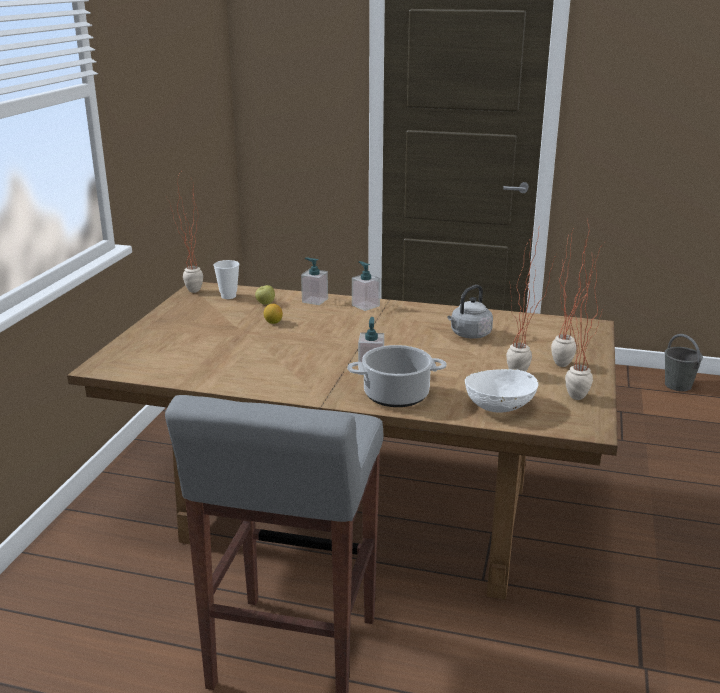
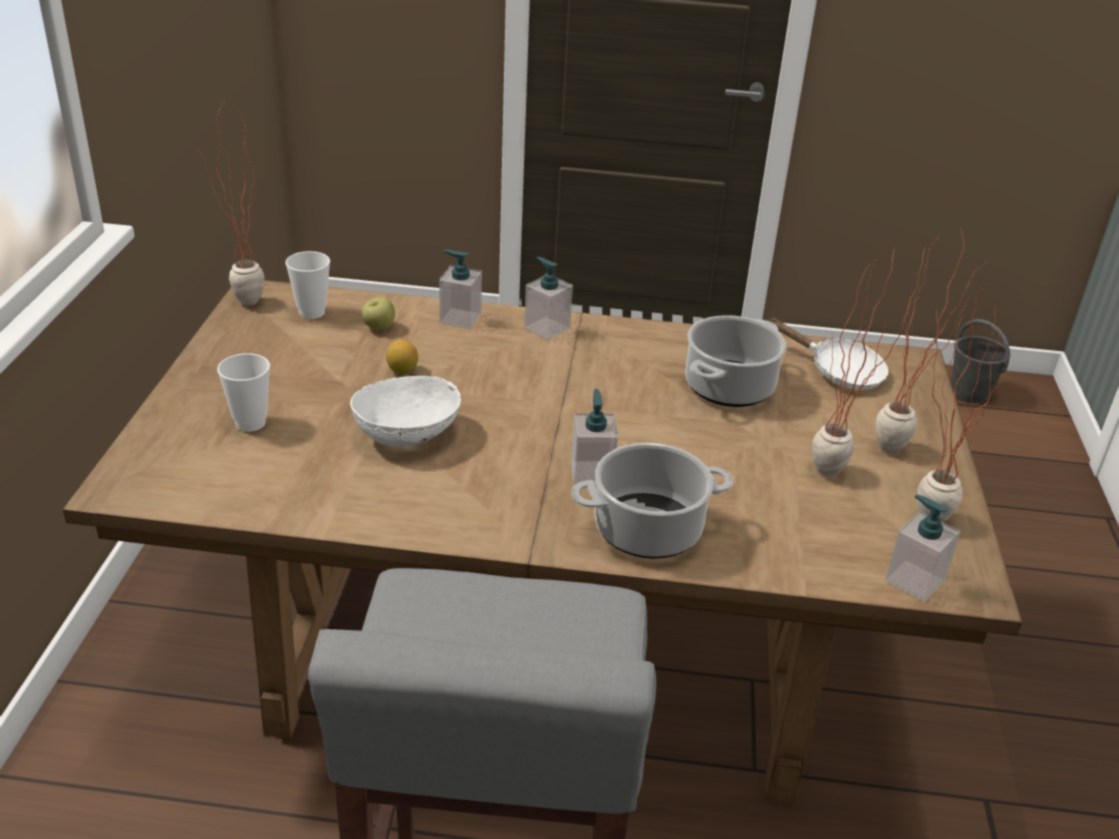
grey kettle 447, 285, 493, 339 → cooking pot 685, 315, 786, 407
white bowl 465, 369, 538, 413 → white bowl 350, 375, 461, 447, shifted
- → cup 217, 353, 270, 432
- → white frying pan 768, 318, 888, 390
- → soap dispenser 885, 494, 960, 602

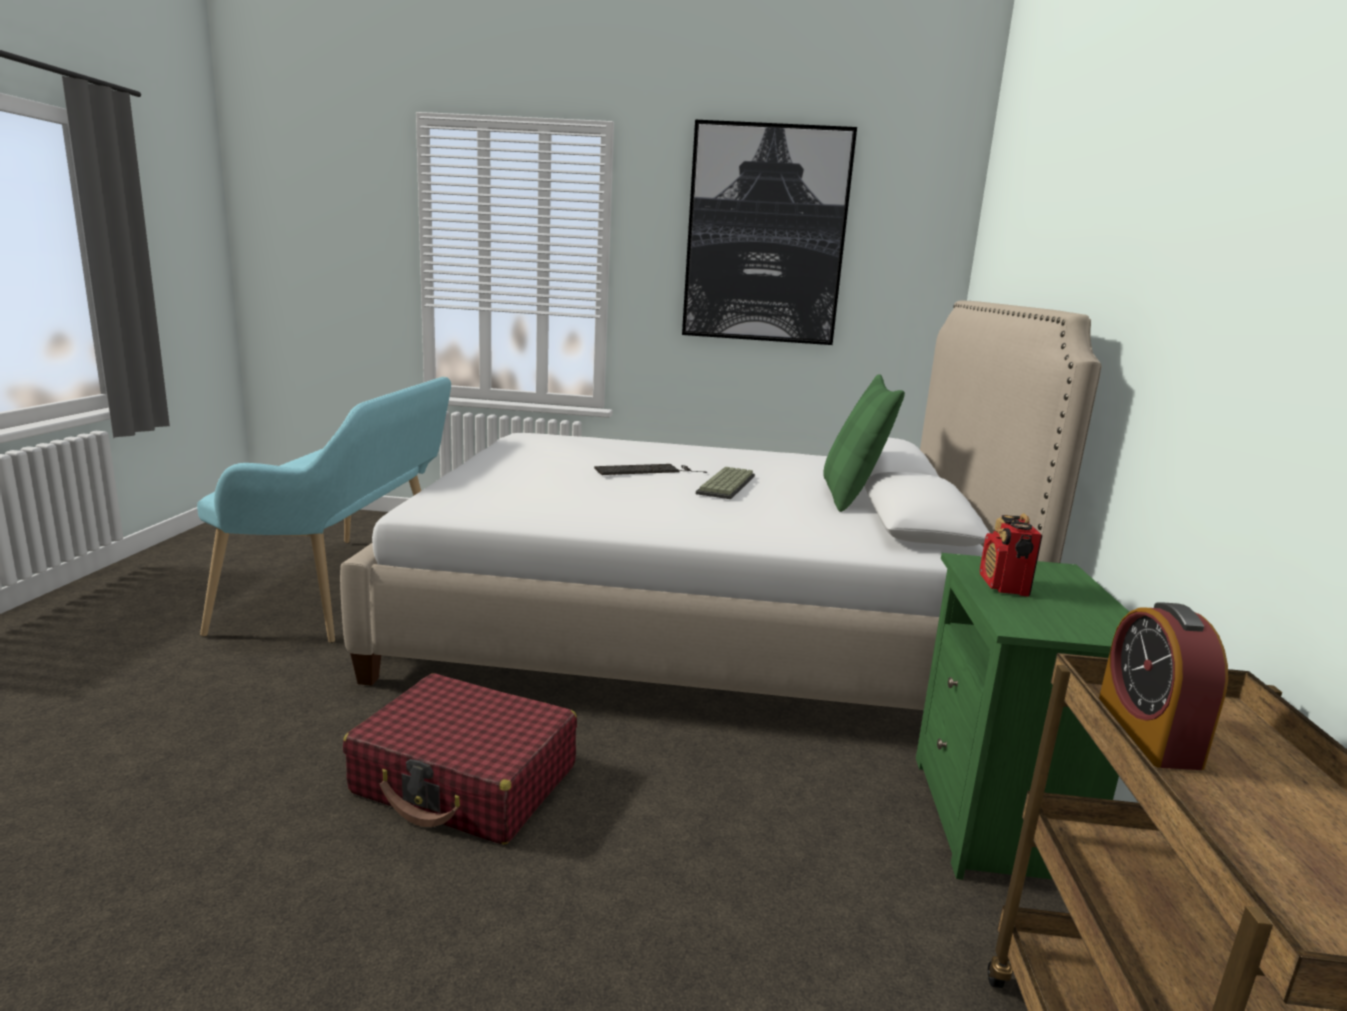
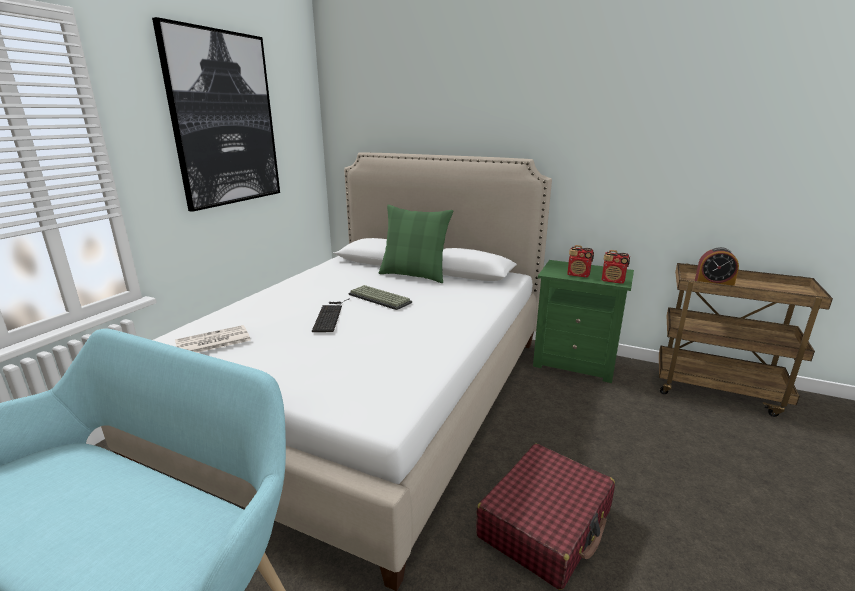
- → newspaper 175, 325, 251, 353
- → radio 601, 250, 630, 284

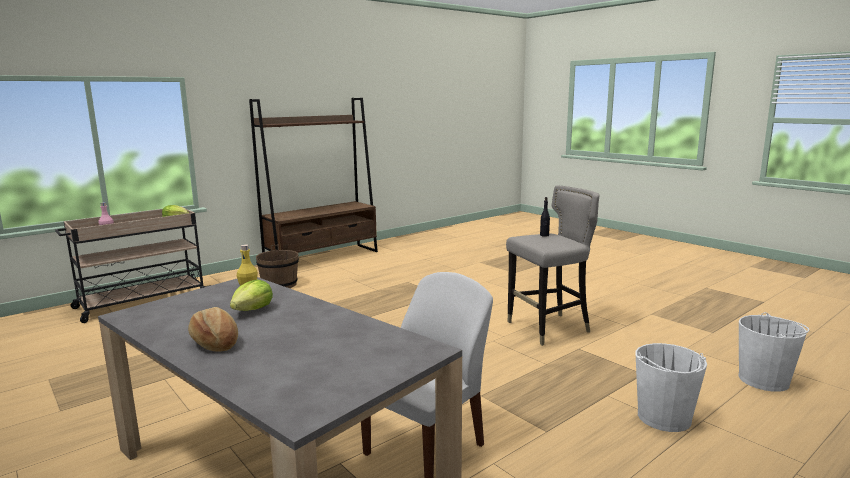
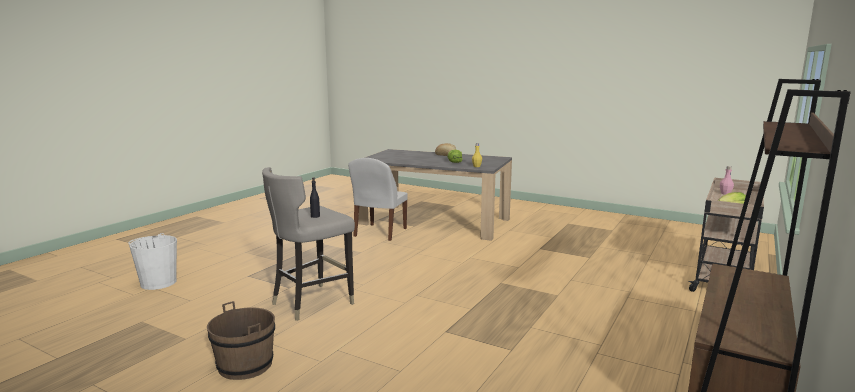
brown bucket 256, 245, 299, 288 → brown bucket 207, 301, 275, 380, shifted
white bucket 636, 343, 707, 432 → -

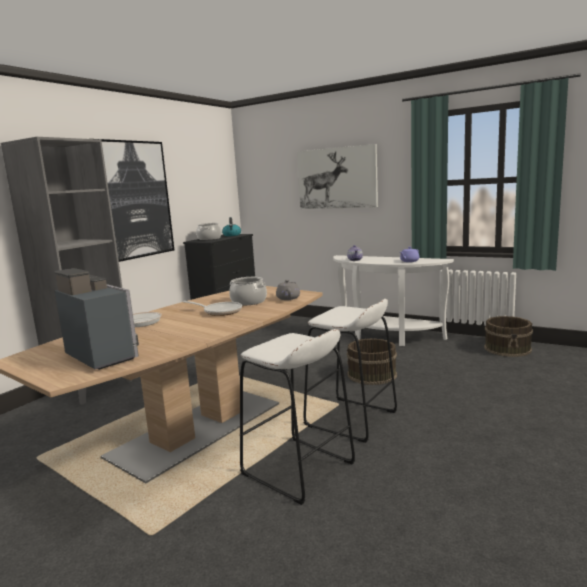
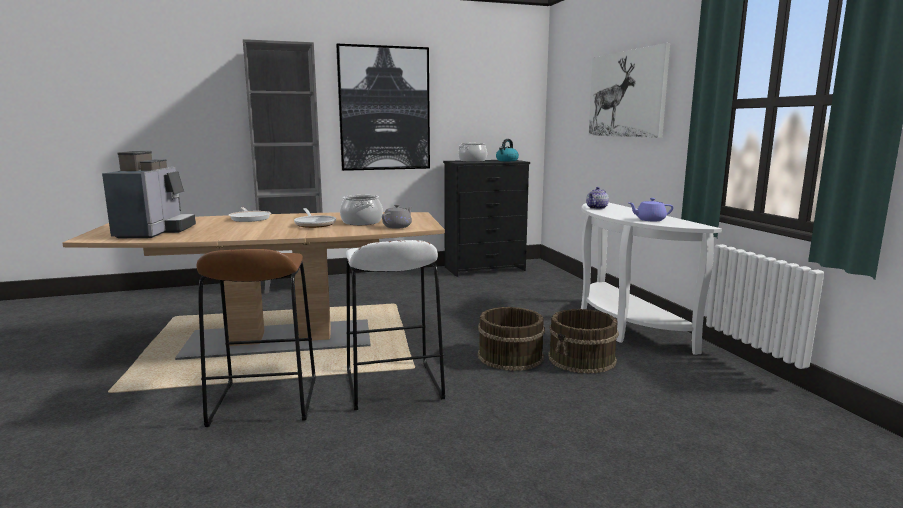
white stool 240, 329, 355, 505 → brown stool 196, 249, 316, 427
brown bucket 484, 316, 533, 357 → brown bucket 548, 309, 619, 374, shifted

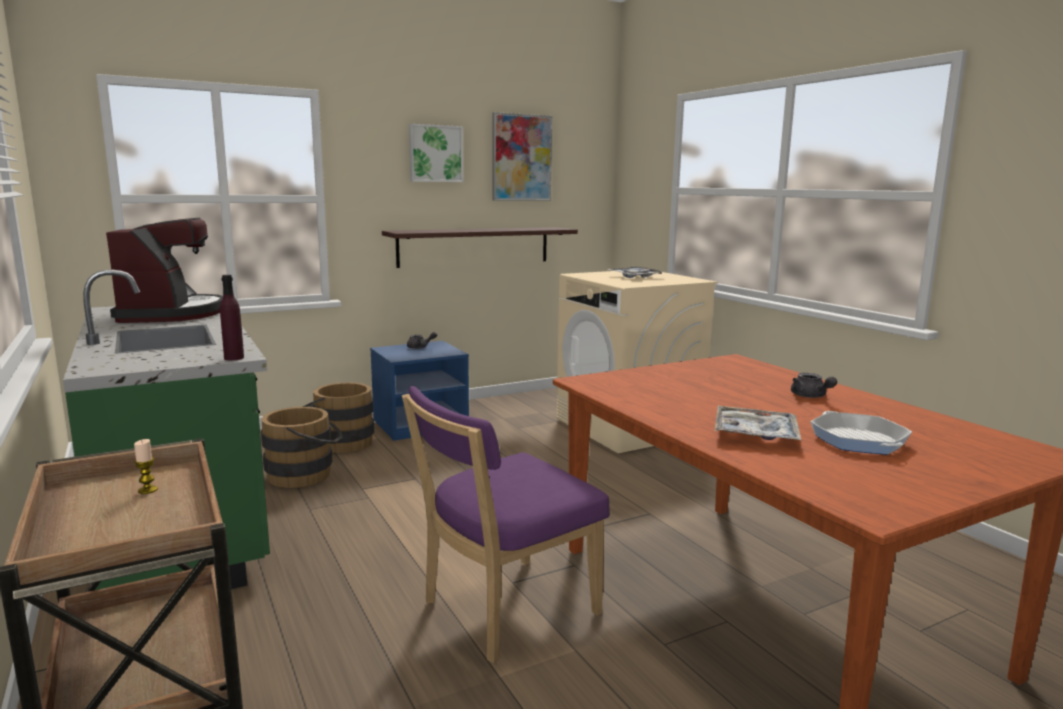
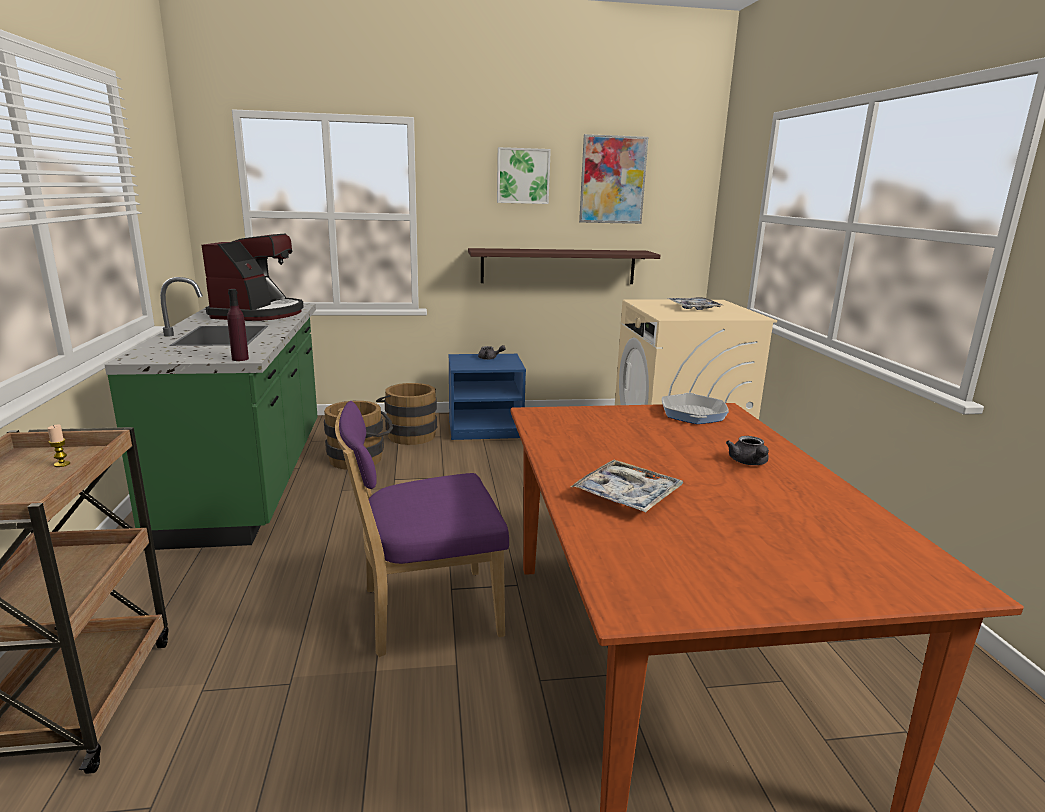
frying pan 810, 411, 912, 455 → frying pan 662, 393, 729, 424, shifted

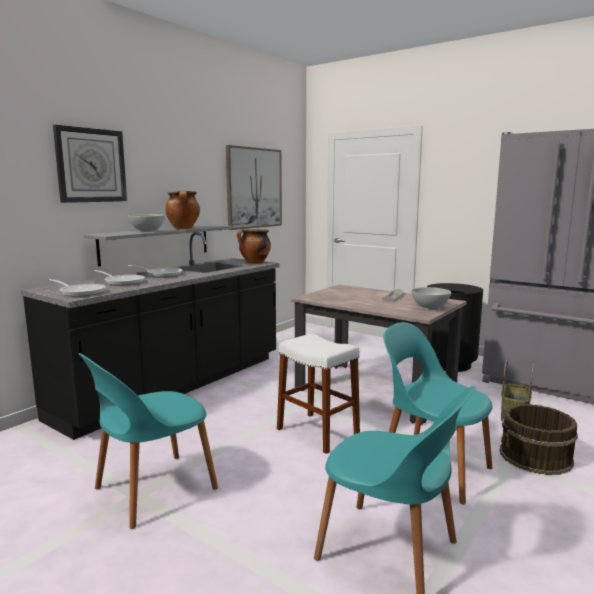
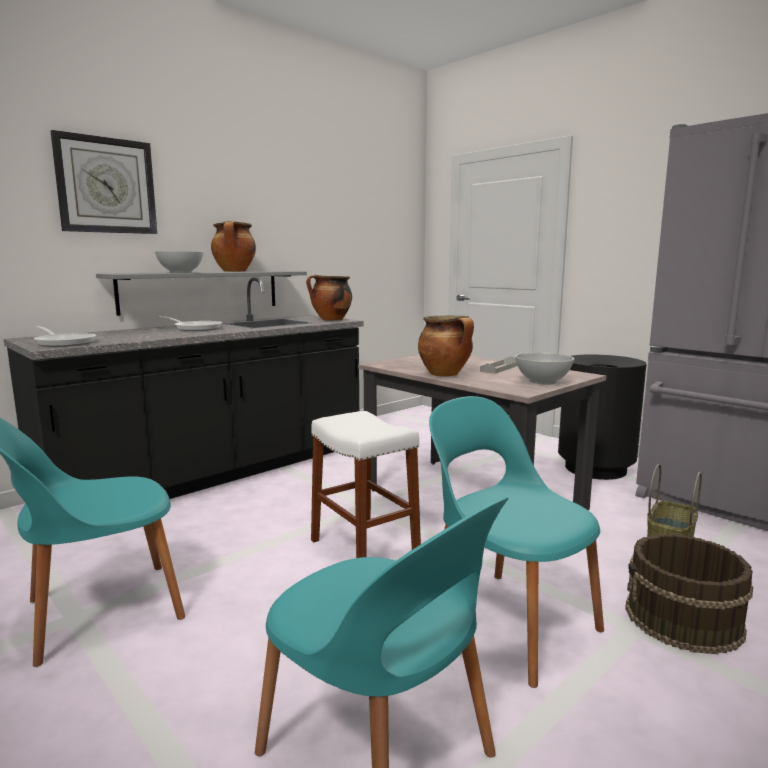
frying pan 95, 270, 145, 286 → -
picture 226, 145, 282, 230 → -
- → cooking pot 418, 316, 474, 377

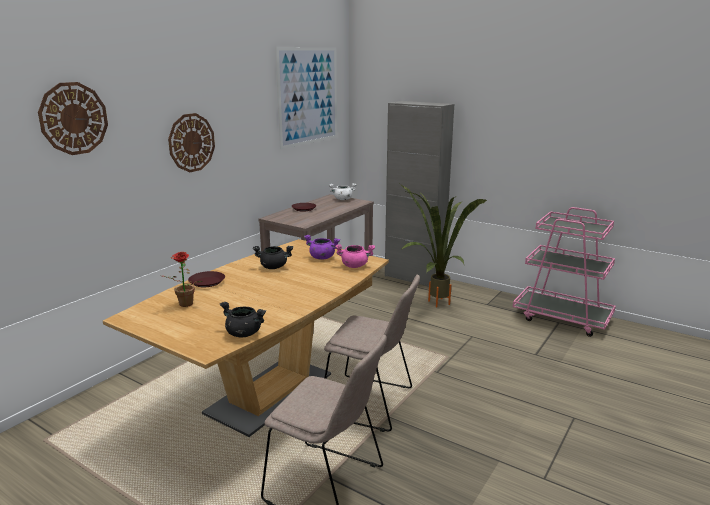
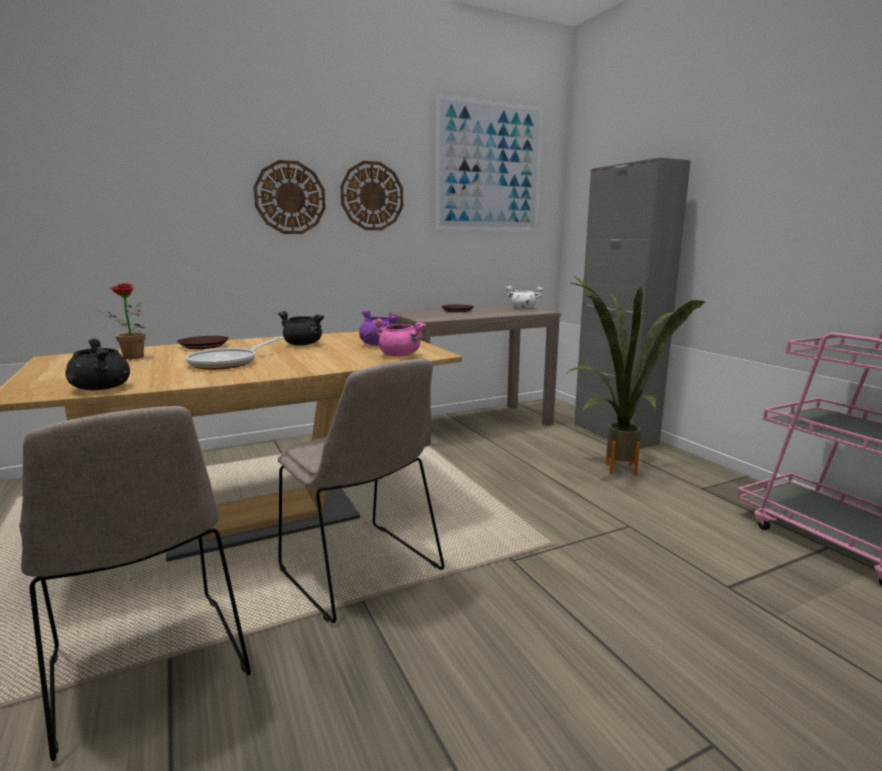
wall clock 38, 82, 108, 155 → wall clock 340, 161, 403, 230, shifted
- → frying pan 186, 337, 284, 370

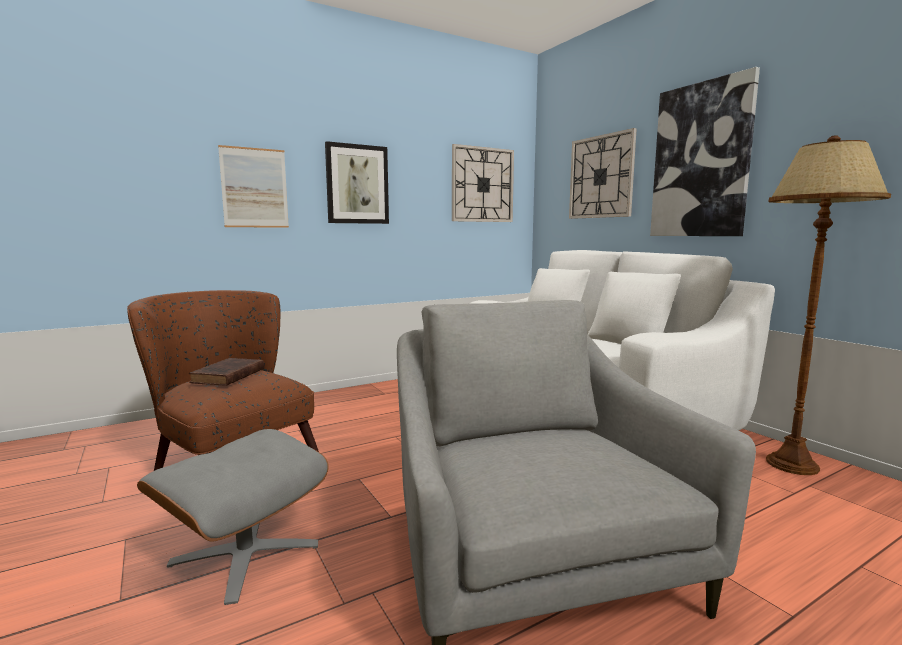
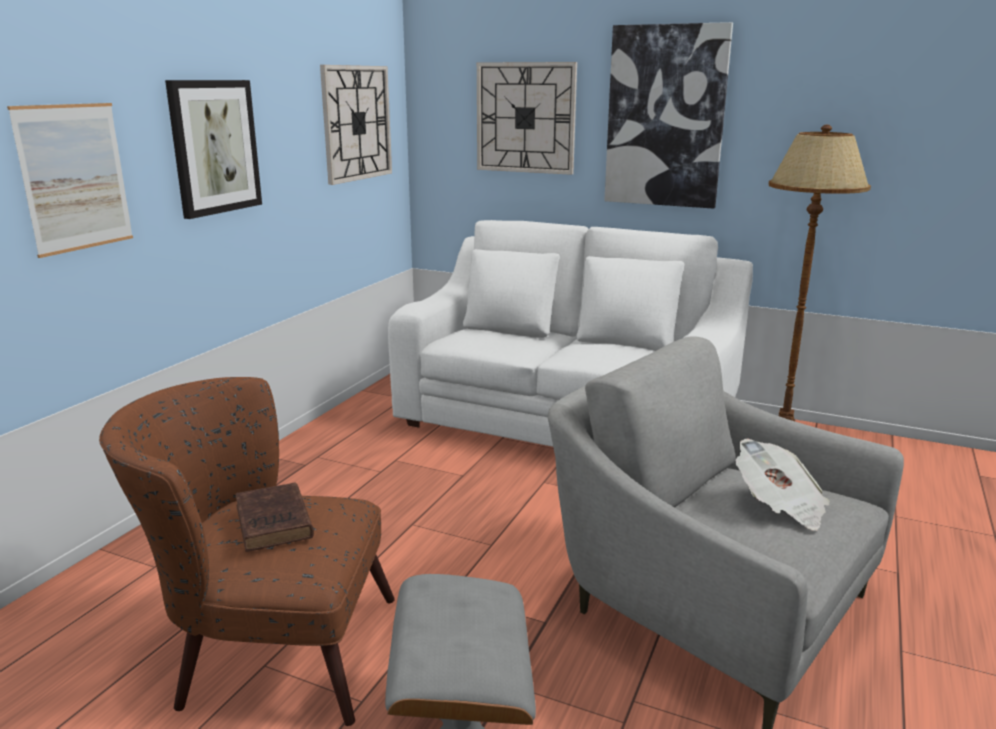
- → newspaper 735, 439, 830, 531

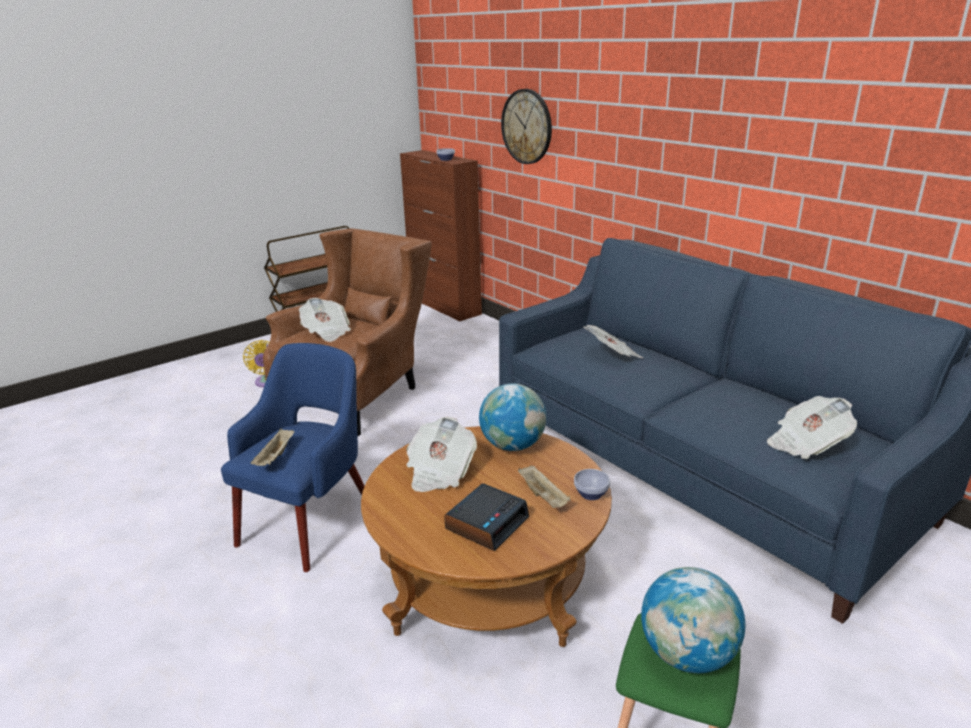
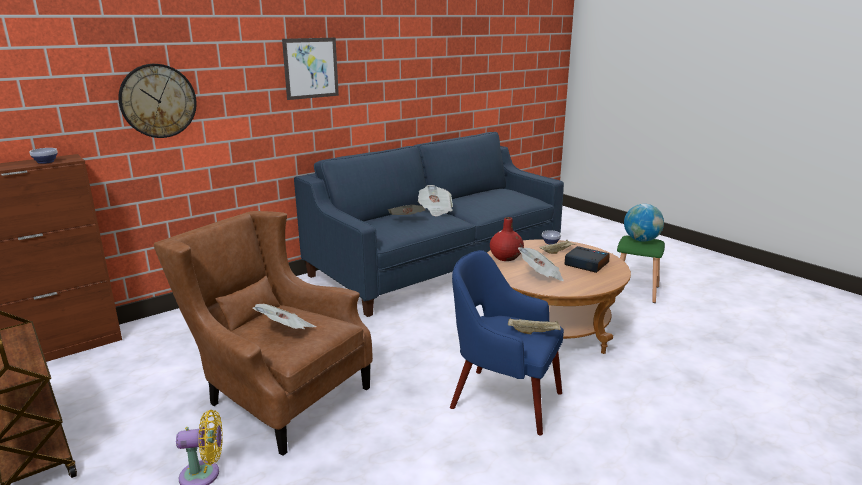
globe 479, 384, 546, 451 → red vase 490, 217, 524, 261
newspaper 767, 396, 857, 459 → newspaper 418, 185, 453, 216, shifted
- → picture 282, 38, 339, 100

